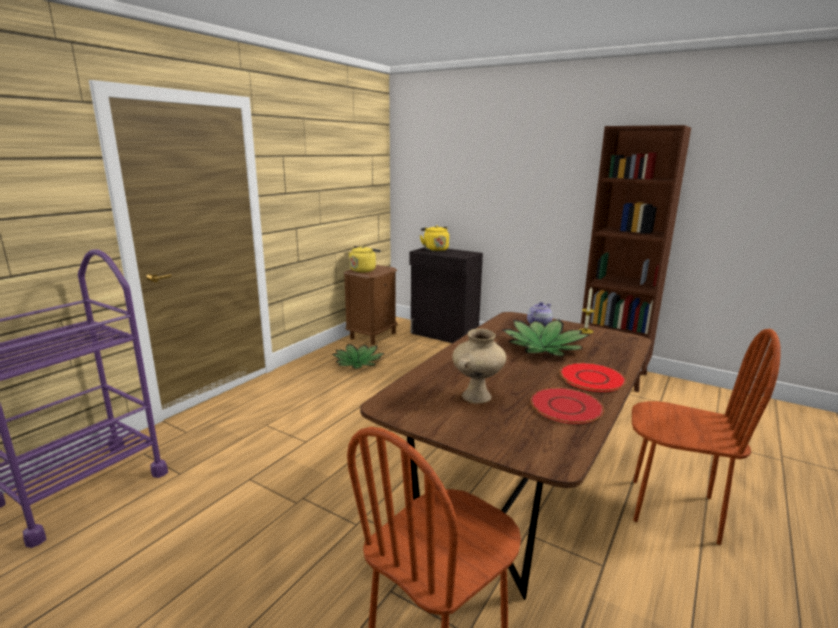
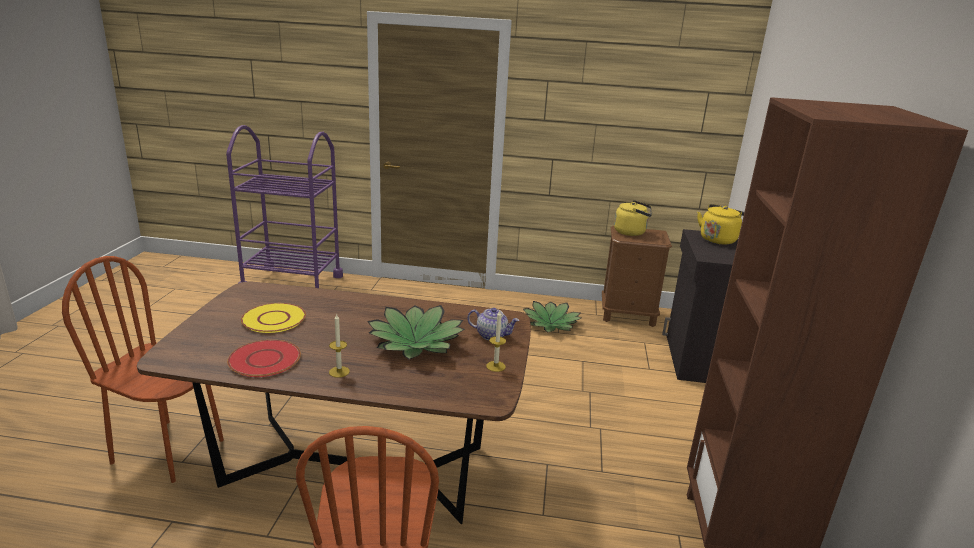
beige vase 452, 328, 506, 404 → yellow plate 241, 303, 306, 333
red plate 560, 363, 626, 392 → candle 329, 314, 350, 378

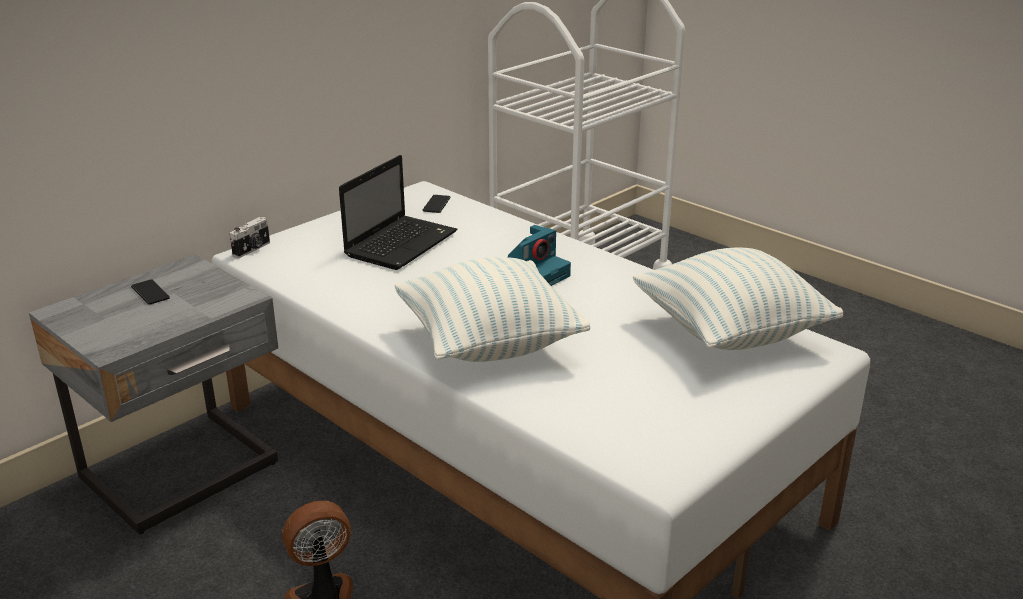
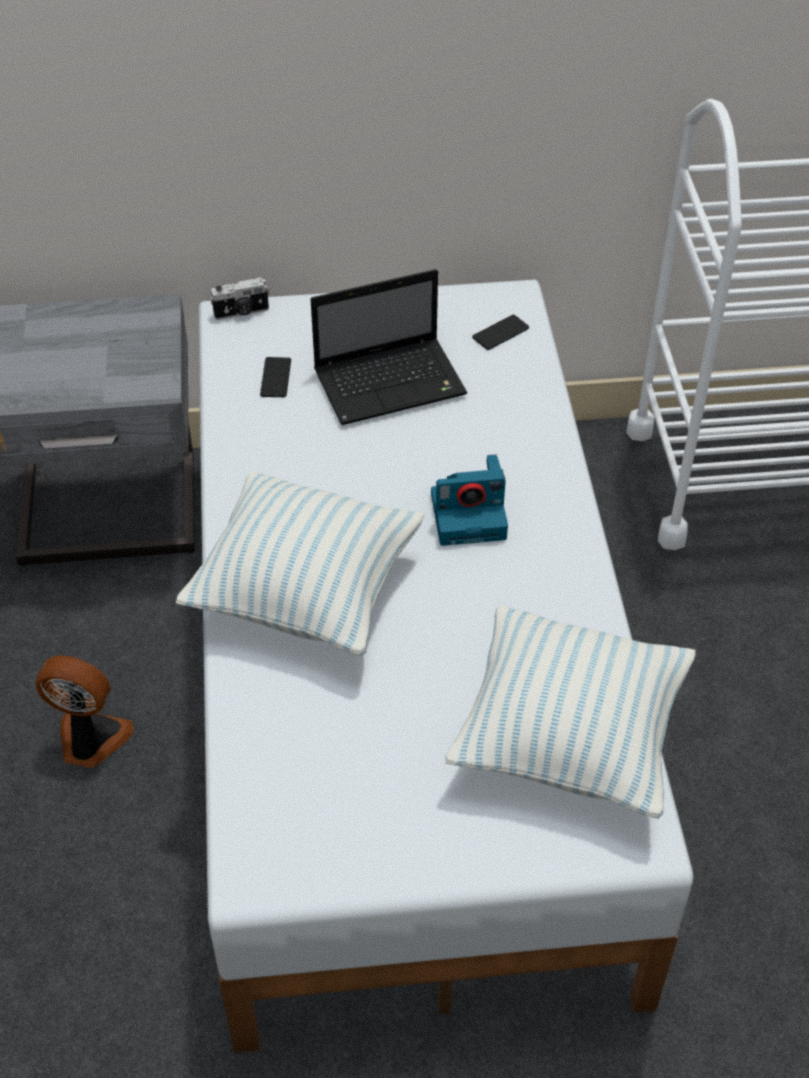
phone 131, 279, 170, 305 → phone 260, 357, 291, 397, shifted

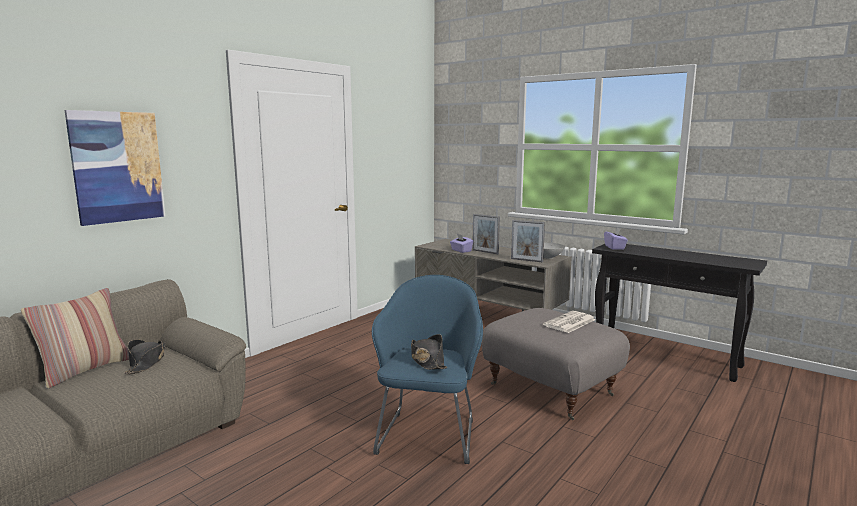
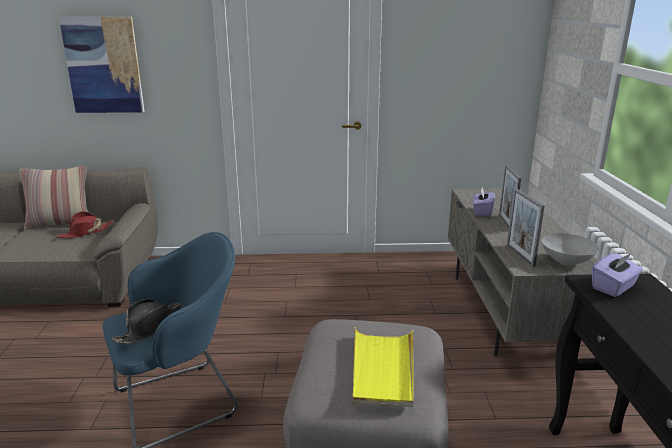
black hat 125, 339, 166, 375 → red hat 56, 212, 115, 238
newspaper 543, 311, 596, 333 → yellow tray 353, 327, 413, 407

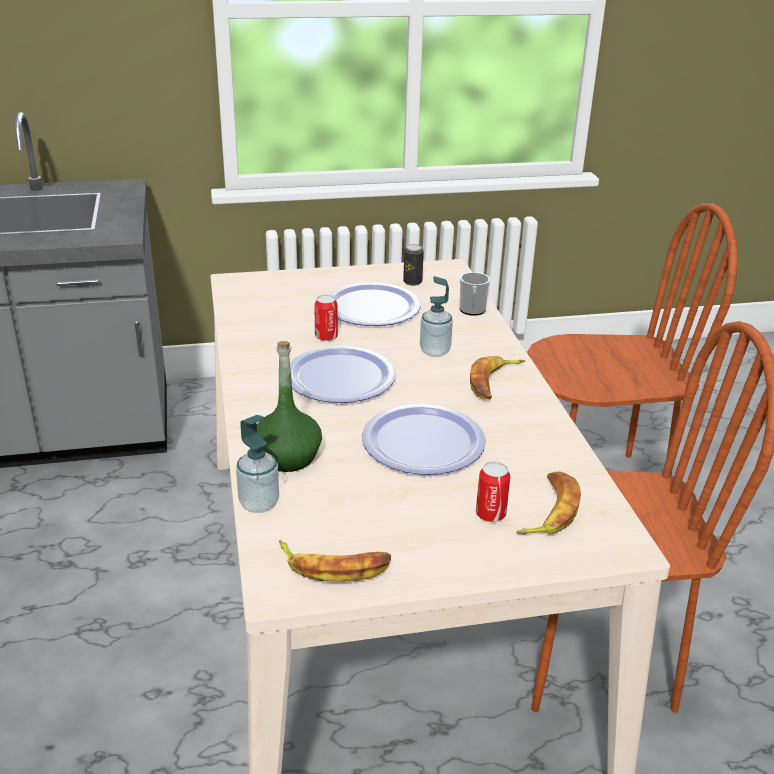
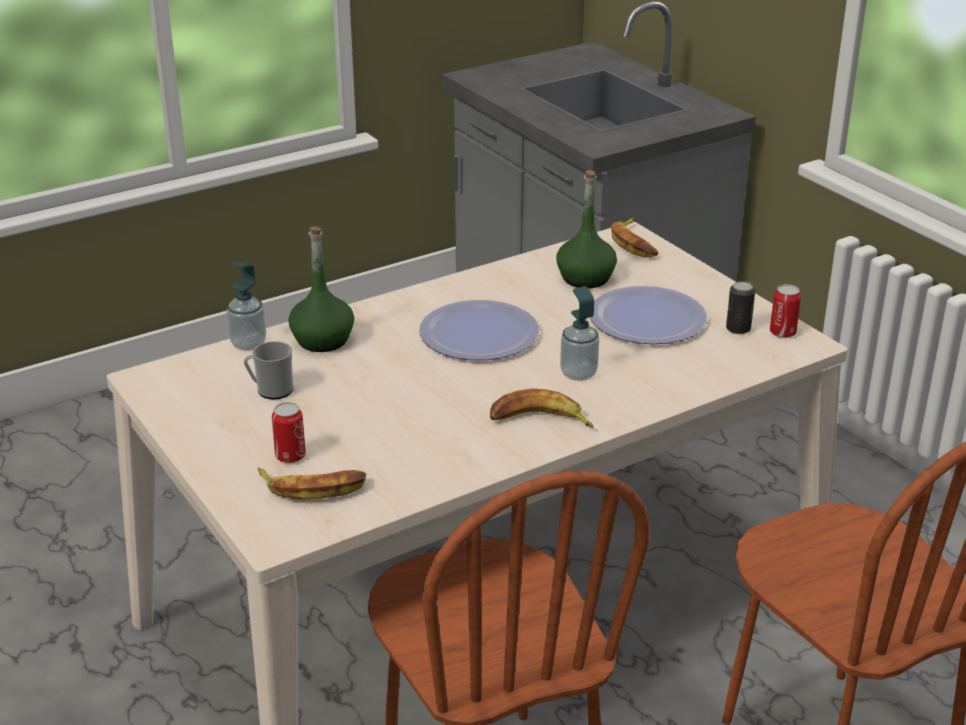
banana 279, 540, 391, 582 → banana 611, 218, 658, 258, shifted
can 314, 295, 338, 341 → can 770, 284, 801, 338, shifted
plate 362, 404, 486, 475 → -
mug 459, 272, 490, 316 → mug 244, 341, 293, 400, shifted
- → green bottle 556, 170, 617, 288

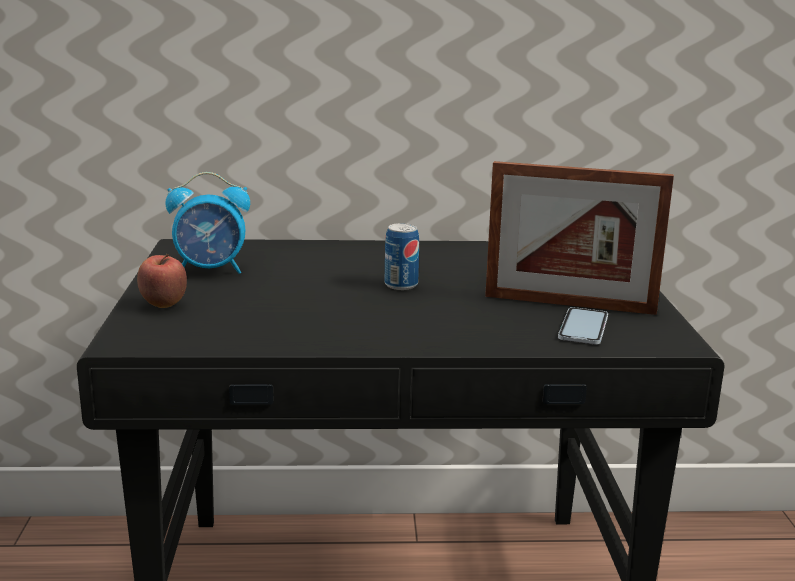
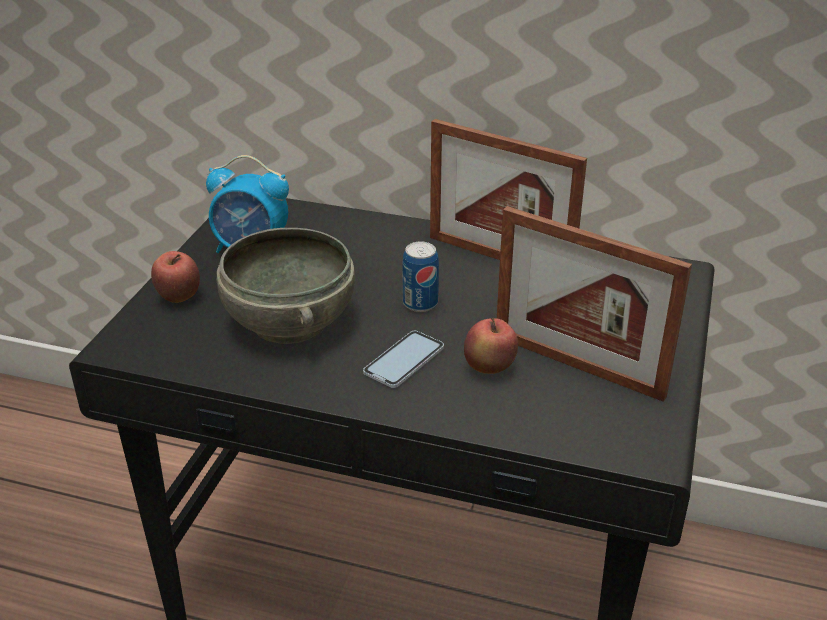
phone 558, 307, 608, 344 → phone 363, 331, 444, 388, shifted
- → grey bowl 216, 228, 355, 344
- → picture frame 430, 119, 587, 260
- → apple 464, 318, 518, 374

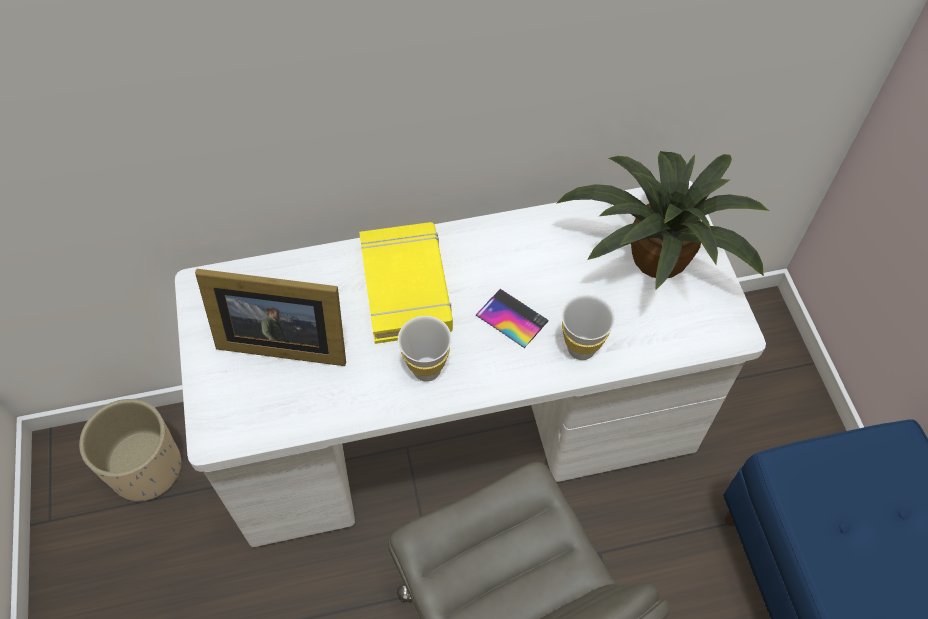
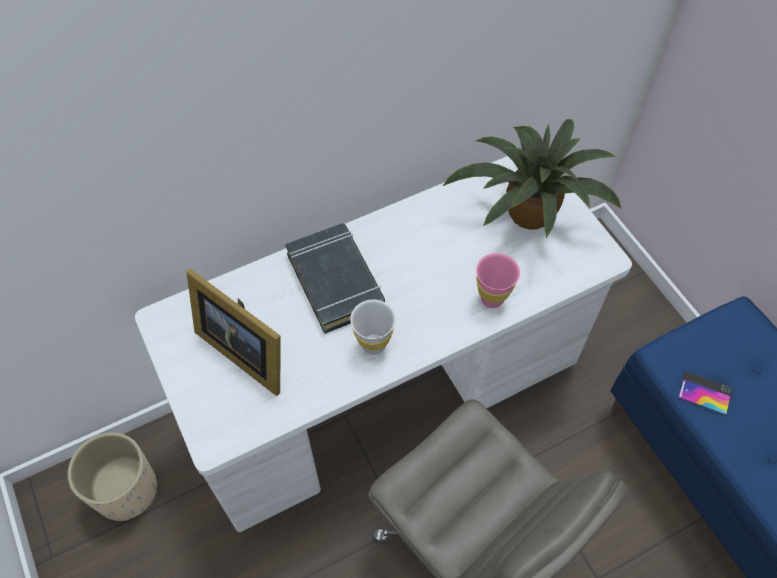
picture frame 195, 269, 346, 366 → picture frame 187, 269, 281, 396, 45 degrees clockwise
yellow book 359, 222, 453, 344 → black book 285, 223, 385, 334
phone 476, 289, 549, 348 → phone 678, 371, 732, 415, shifted
white cup 562, 295, 615, 360 → pink cup 476, 253, 520, 308

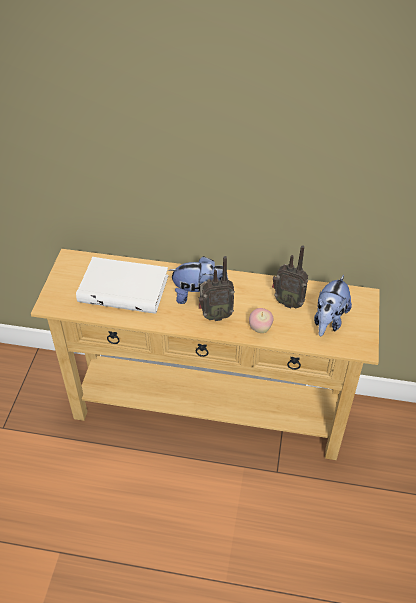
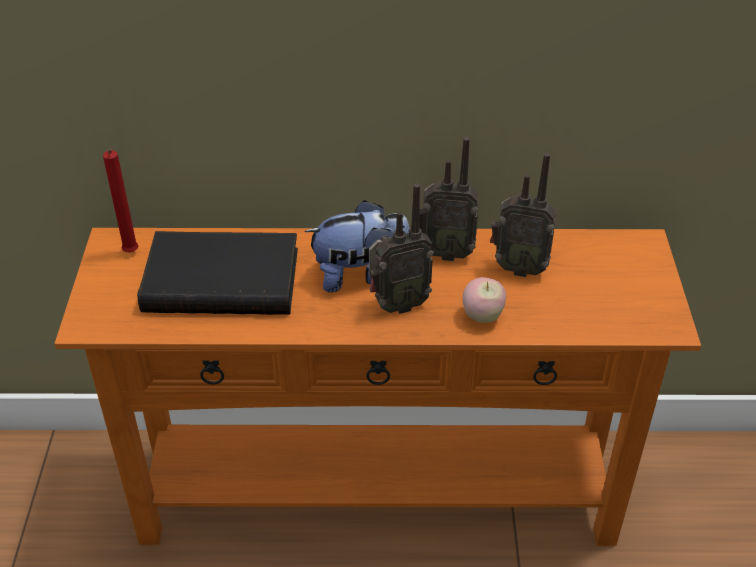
beige console table 31, 249, 380, 460 → orange console table 54, 228, 701, 546
white book 76, 257, 169, 314 → black book 137, 231, 298, 315
plush toy 314, 275, 352, 336 → -
- → red candle 103, 149, 139, 253
- → radio 420, 137, 479, 261

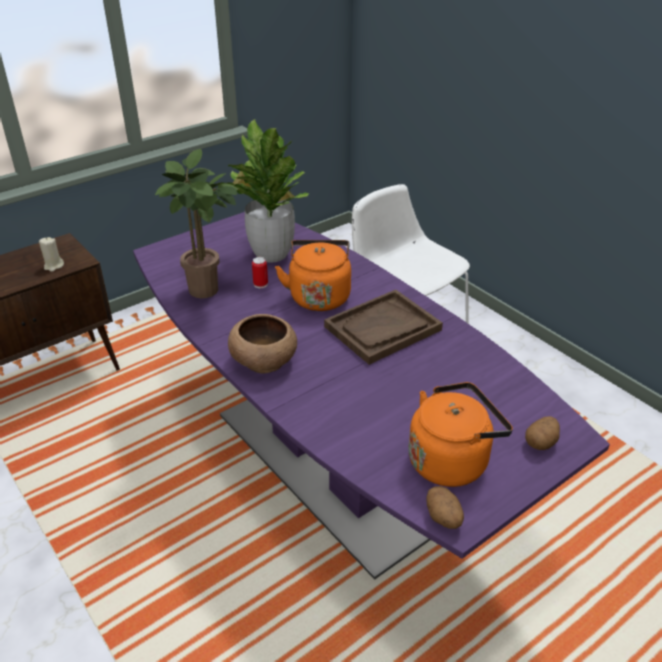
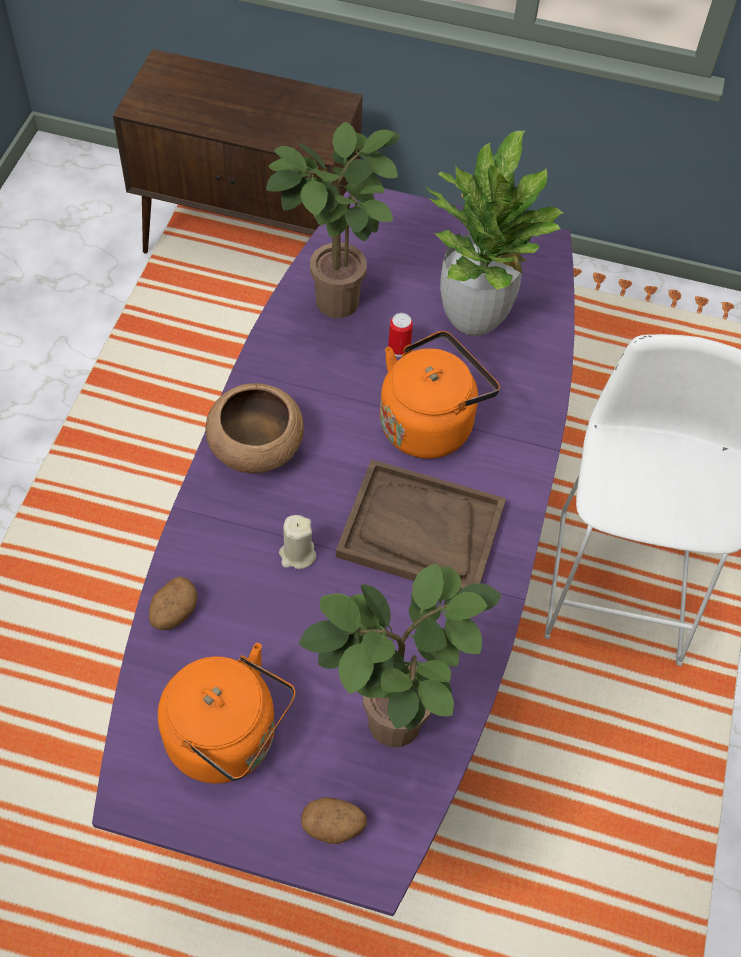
beige candle 39, 237, 64, 272 → beige candle 279, 515, 316, 569, shifted
potato 426, 486, 464, 529 → potato 149, 576, 198, 630, shifted
- → potted plant 299, 564, 501, 747

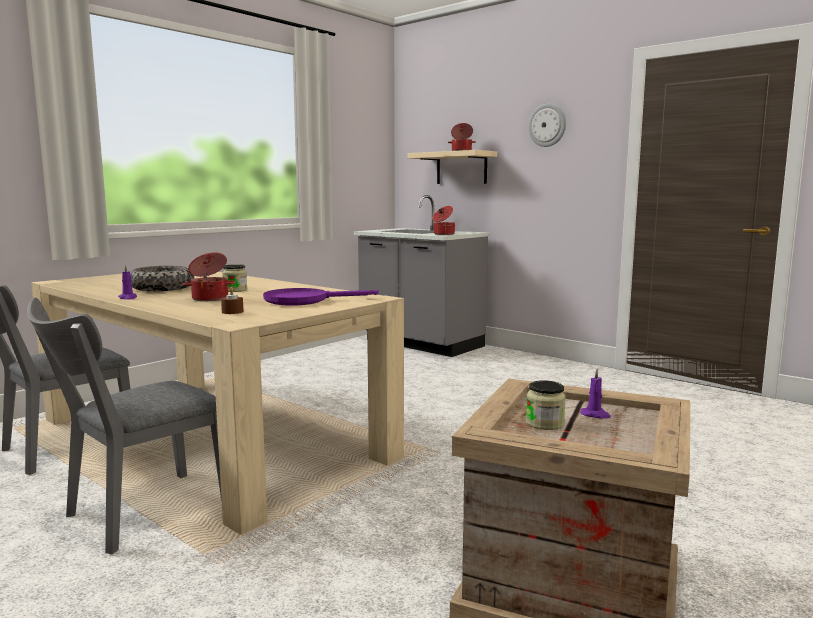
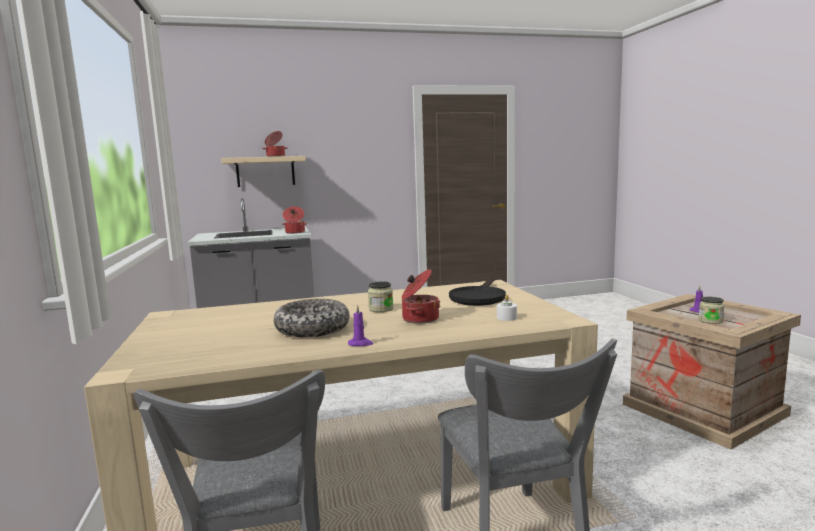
brown candle 221, 287, 244, 314 → white candle 497, 295, 517, 321
purple frying pan 263, 288, 379, 306 → black frying pan 449, 277, 506, 306
wall clock 528, 103, 566, 147 → -

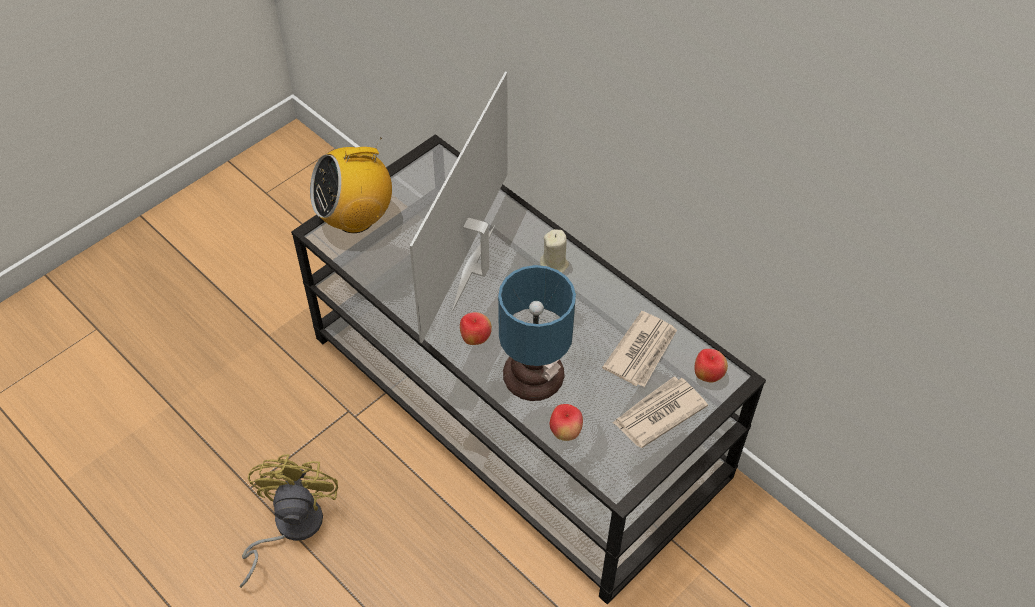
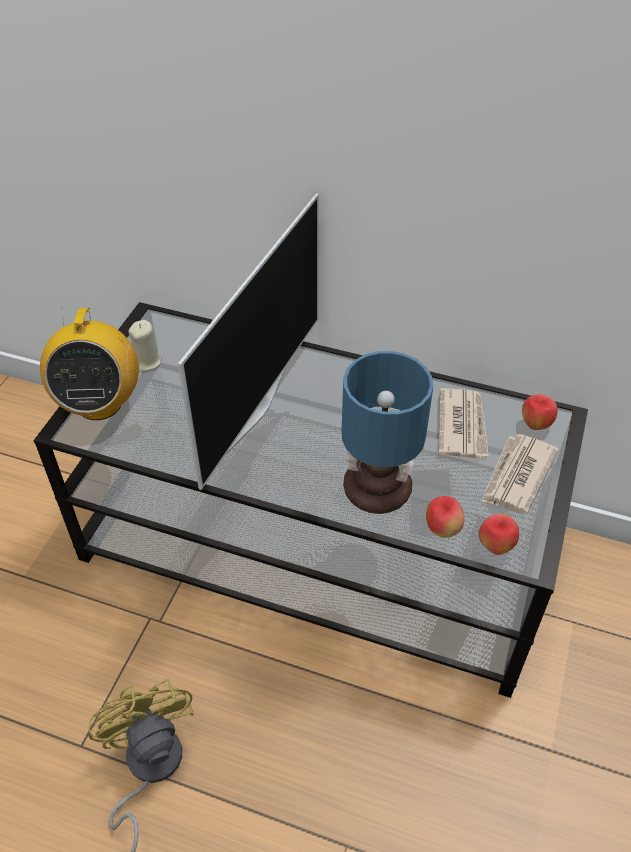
radio 310, 137, 392, 233 → radio 40, 308, 139, 420, 45 degrees counterclockwise
television 410, 72, 507, 343 → television 178, 193, 319, 490, 150 degrees counterclockwise
apple 460, 312, 492, 345 → apple 479, 514, 519, 555, shifted
beige candle 540, 229, 569, 273 → beige candle 128, 320, 162, 371, shifted

